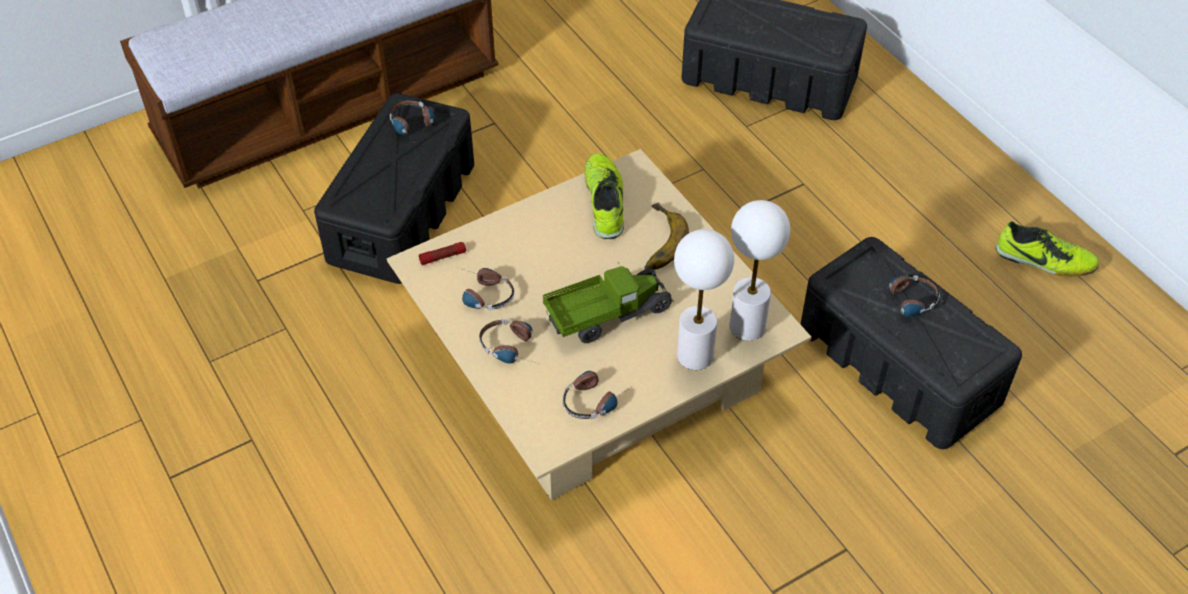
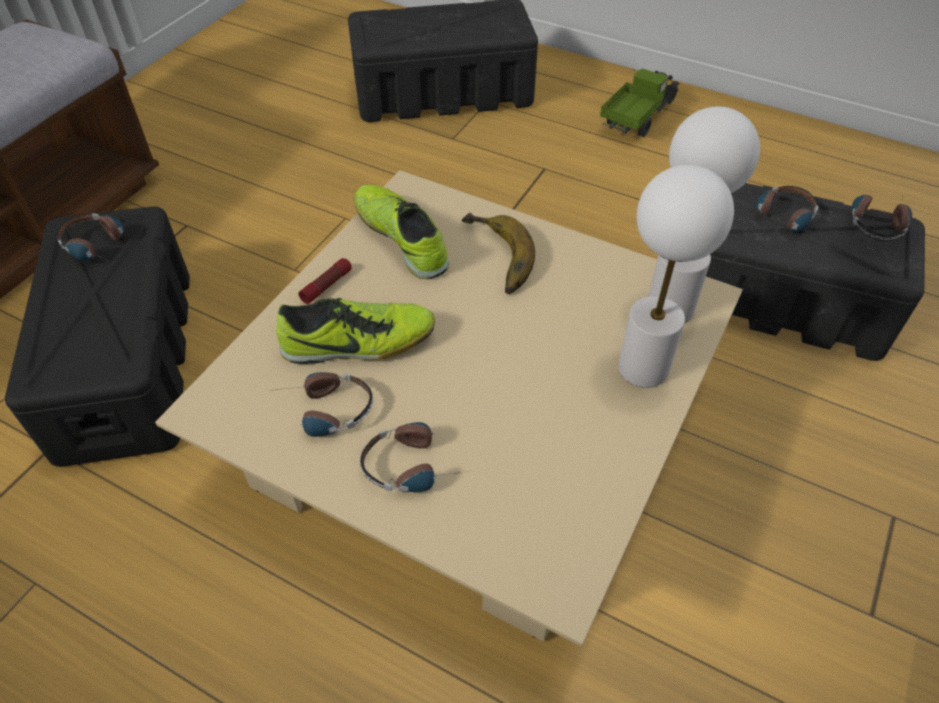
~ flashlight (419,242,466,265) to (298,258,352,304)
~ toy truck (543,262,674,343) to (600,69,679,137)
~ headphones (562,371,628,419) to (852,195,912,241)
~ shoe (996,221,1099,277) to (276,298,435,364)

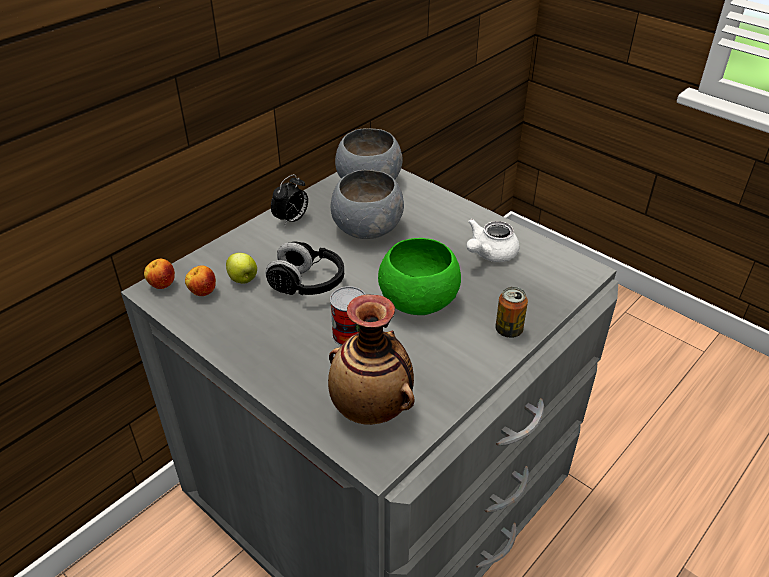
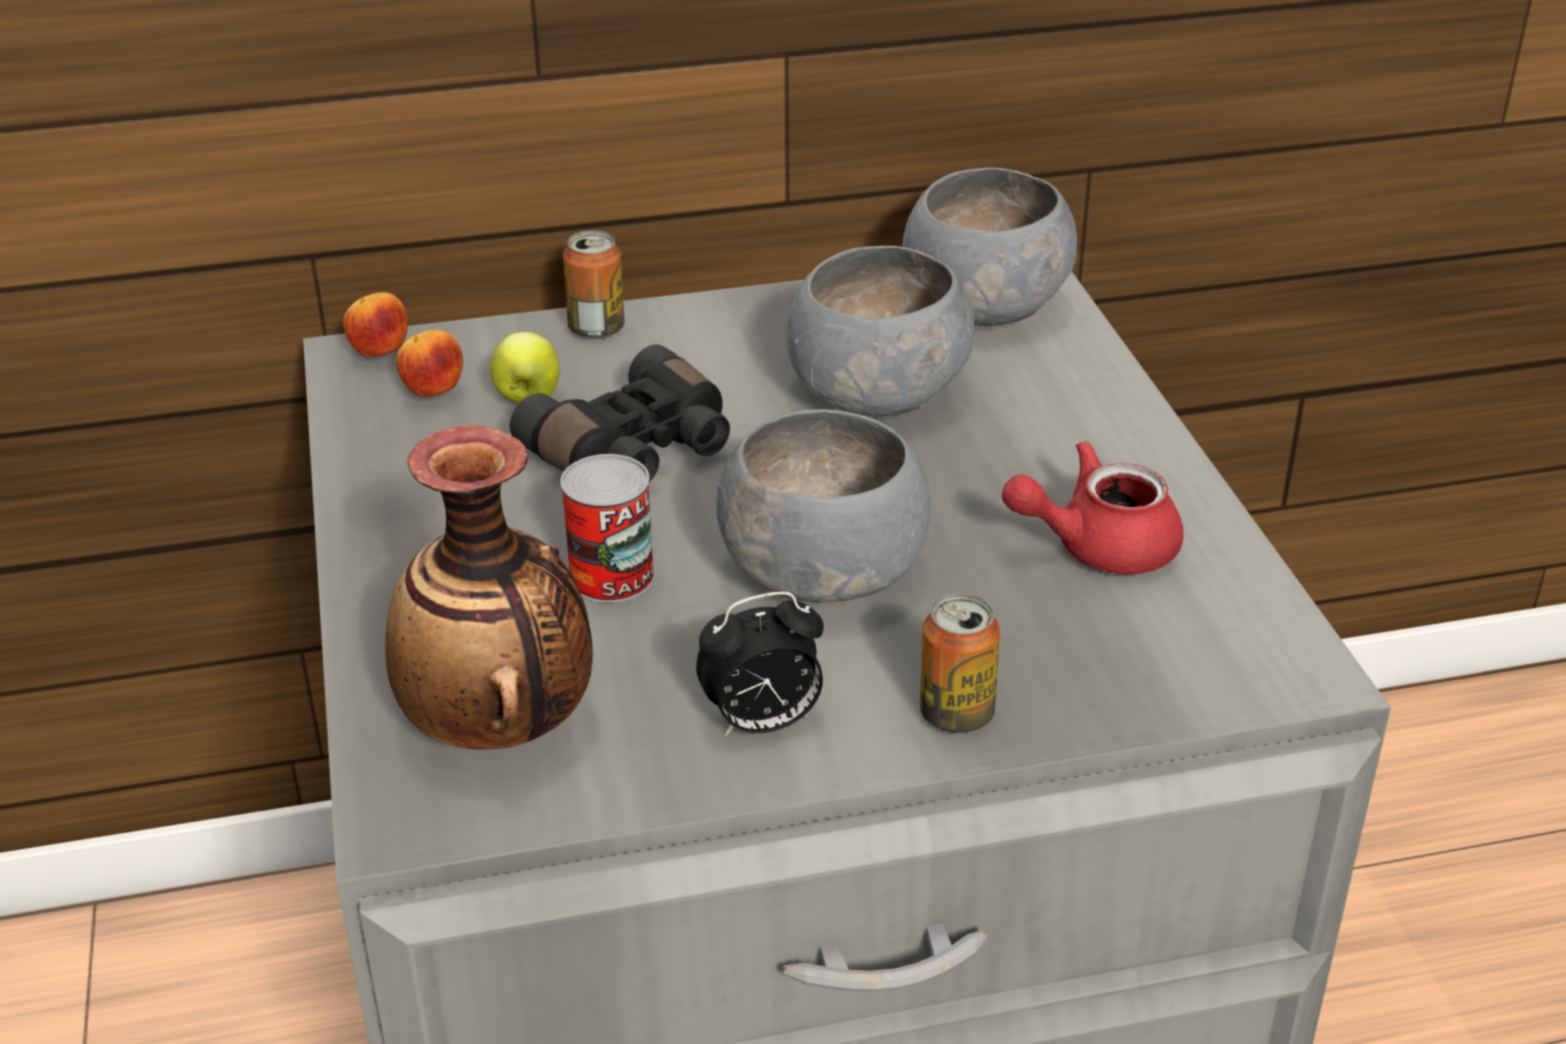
+ can (563,230,625,340)
~ alarm clock (271,174,308,227) to (696,592,824,736)
~ black headphones (265,241,344,295) to black binoculars (510,345,730,482)
~ green bowl (378,238,461,315) to grey bowl (716,409,930,603)
~ white teapot (466,219,519,262) to red teapot (1002,441,1183,574)

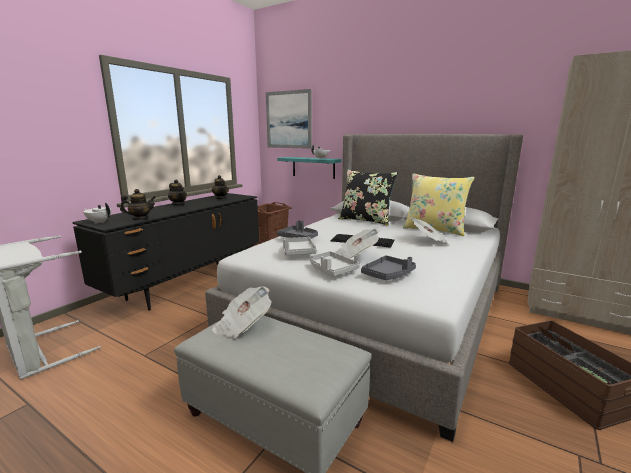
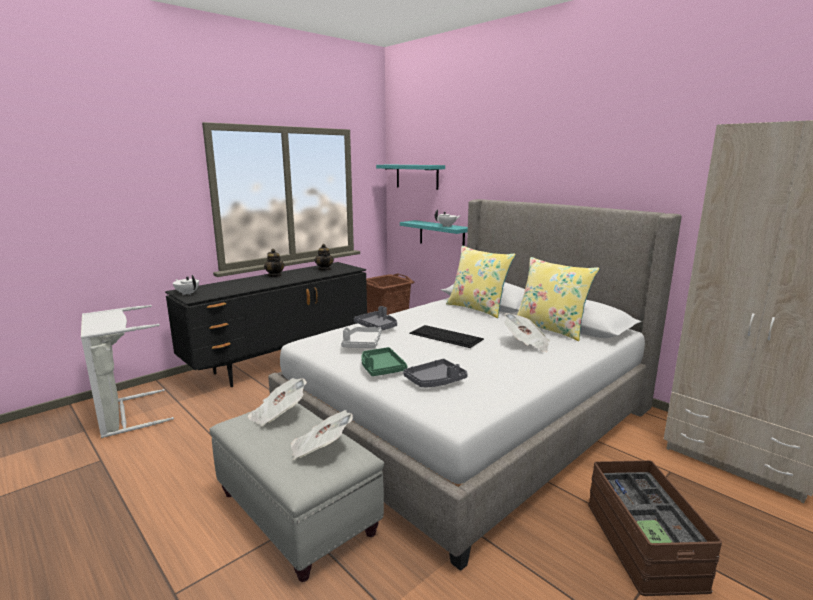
- teapot (120,189,156,220)
~ newspaper (334,229,380,258) to (291,410,353,460)
~ picture (266,89,312,149) to turquoise shelf (376,165,445,190)
~ grey tray (310,251,360,276) to green tray (361,347,407,376)
~ black pillow (338,170,398,226) to yellow pillow (446,246,516,318)

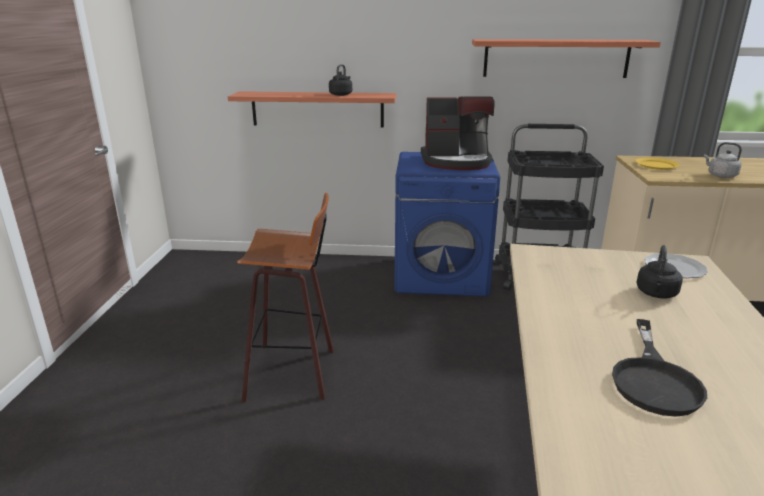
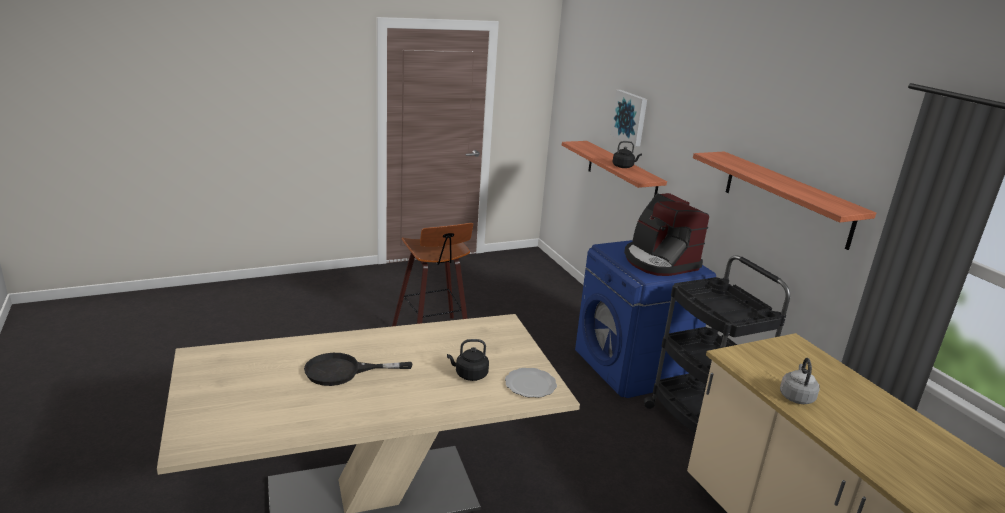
- yellow plate (635,157,679,170)
+ picture (610,90,647,146)

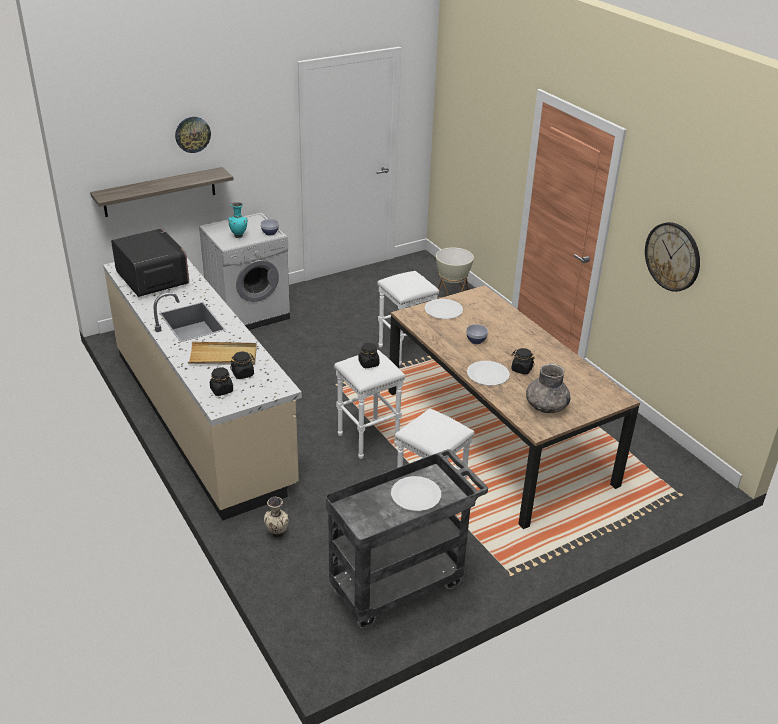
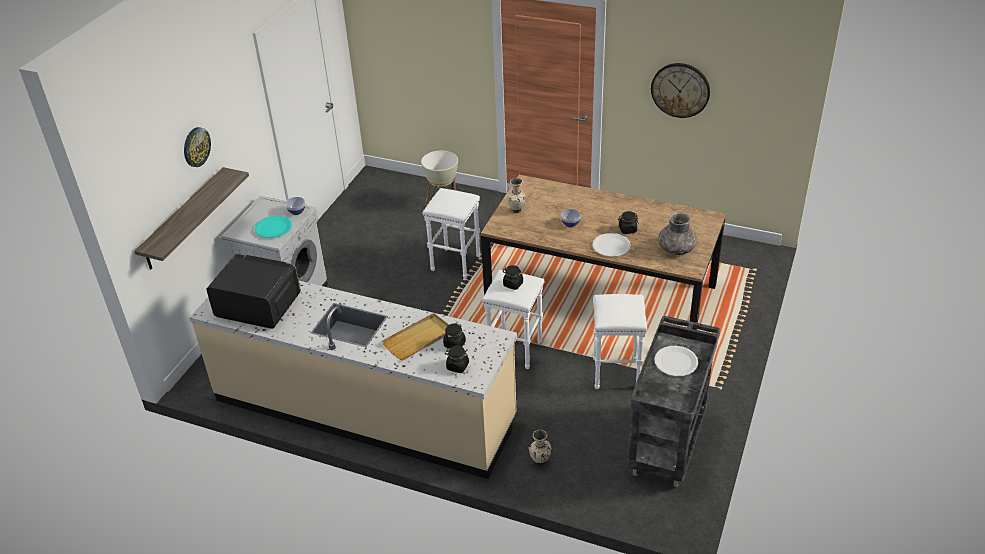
~ turquoise vase (228,202,248,238) to turquoise plate (255,216,292,238)
~ white plate (425,299,463,319) to beige vase (507,178,526,213)

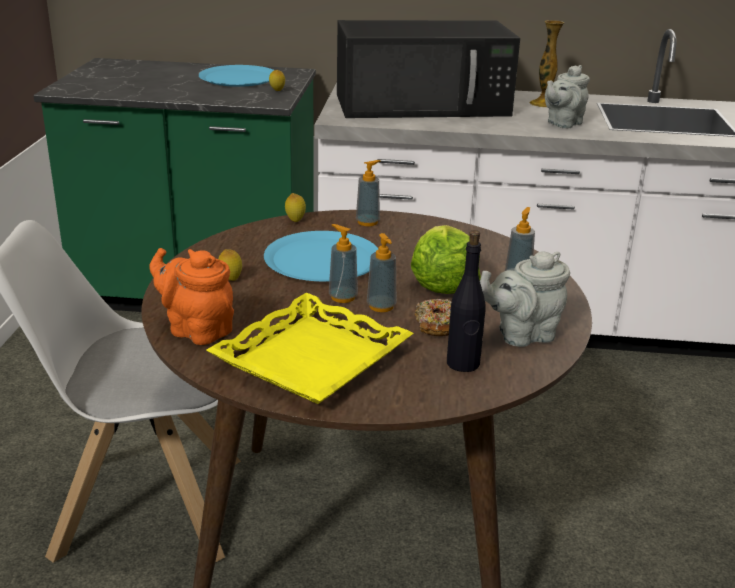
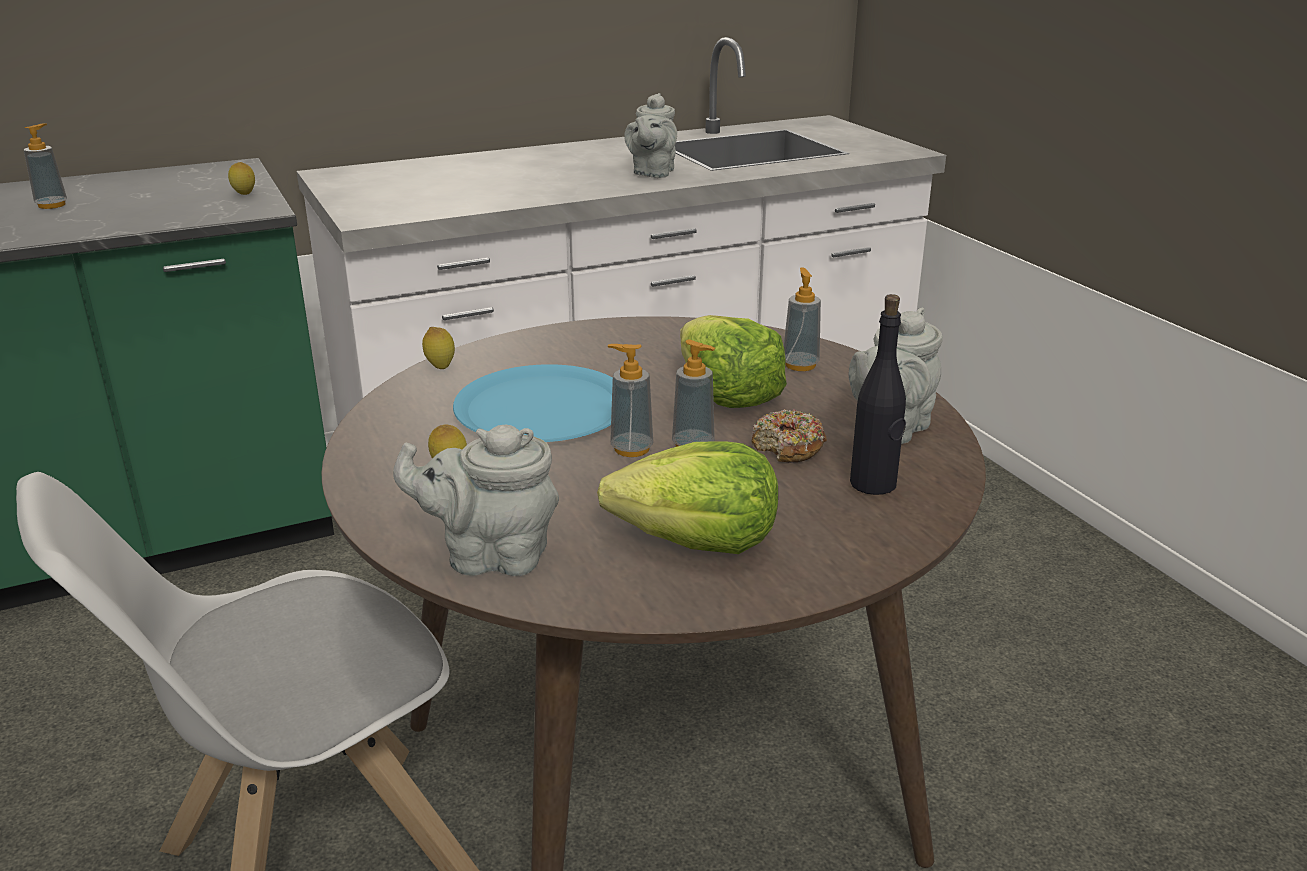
- blue plate (199,65,274,87)
- black microwave (337,20,520,118)
- vase (530,20,564,108)
~ soap dispenser (356,160,380,226) to (24,123,67,209)
~ yellow tray (206,293,414,404) to lettuce (597,441,778,554)
~ orange teapot (149,248,234,345) to grey teapot (393,424,559,576)

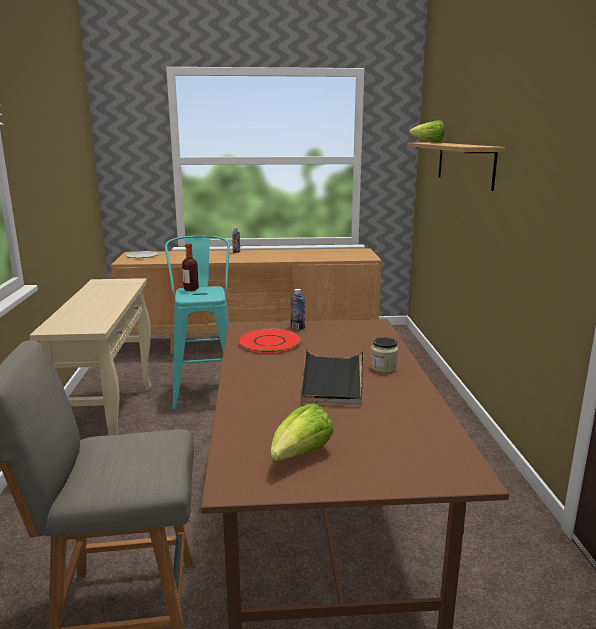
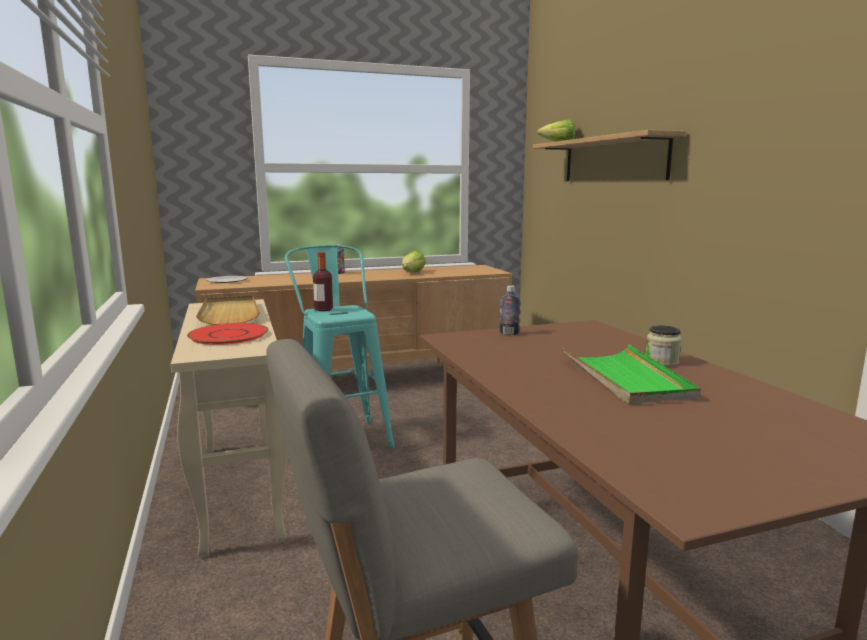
+ beige tray (196,295,260,325)
~ red plate (238,329,301,353) to (187,323,268,345)
~ lettuce (271,403,334,461) to (402,251,426,272)
~ black tray (301,348,364,405) to green tray (562,344,701,404)

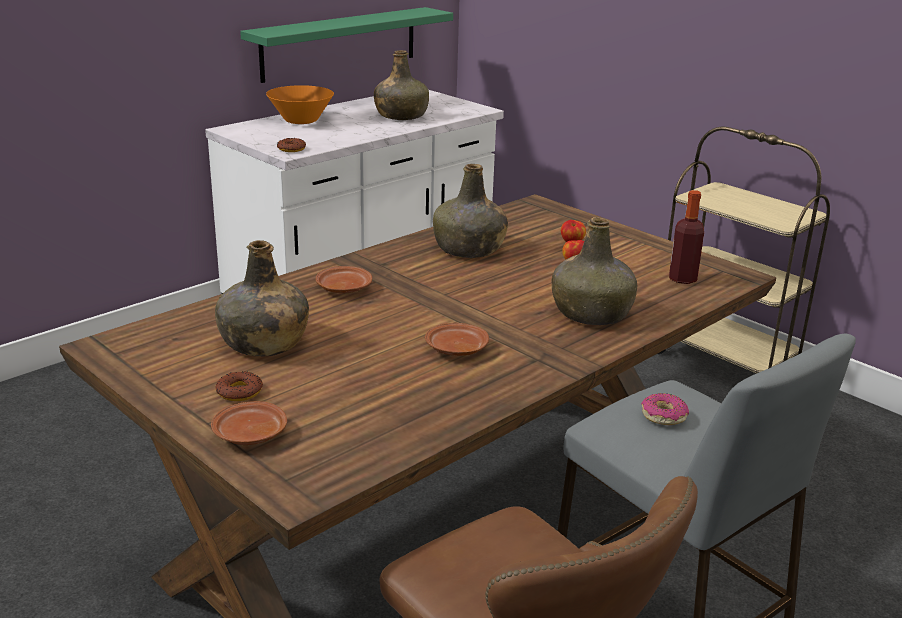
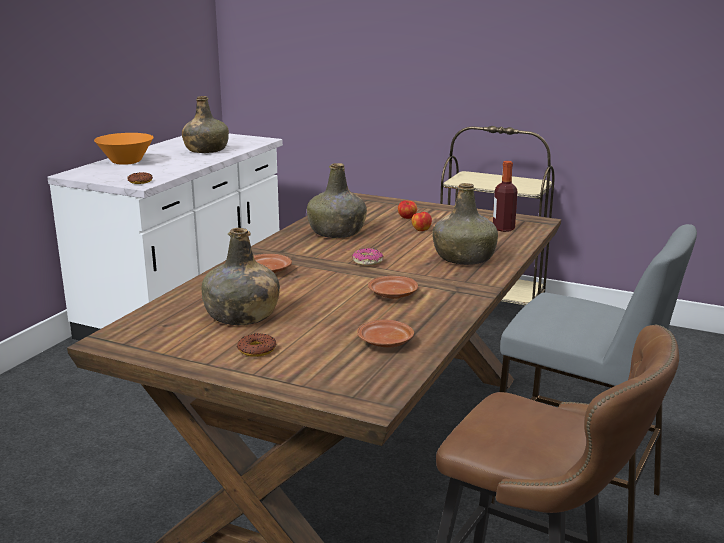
- green shelf (240,7,453,83)
~ brown plate (211,401,287,445) to (357,319,414,348)
~ donut (641,393,689,425) to (352,248,383,266)

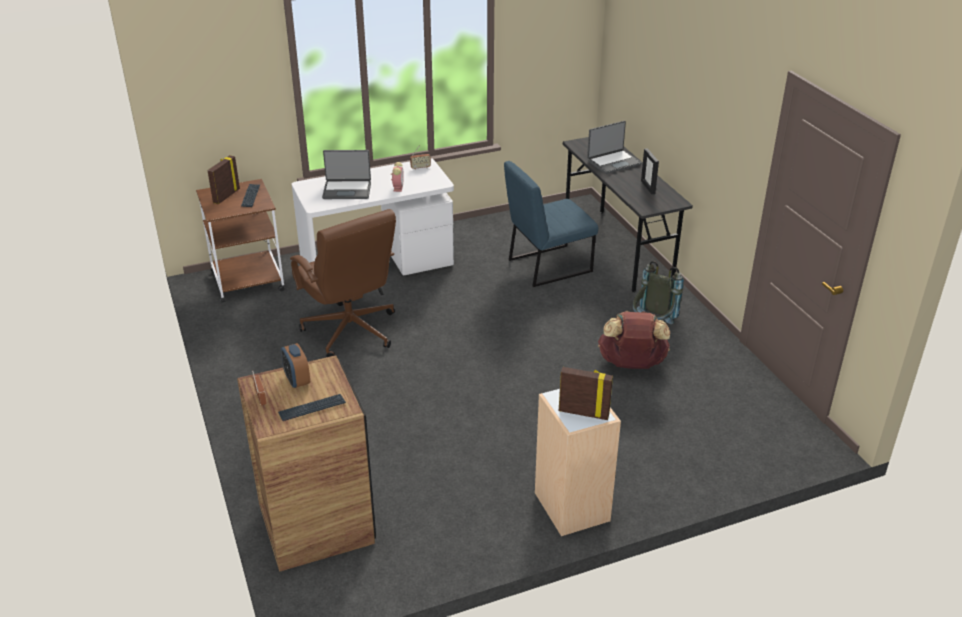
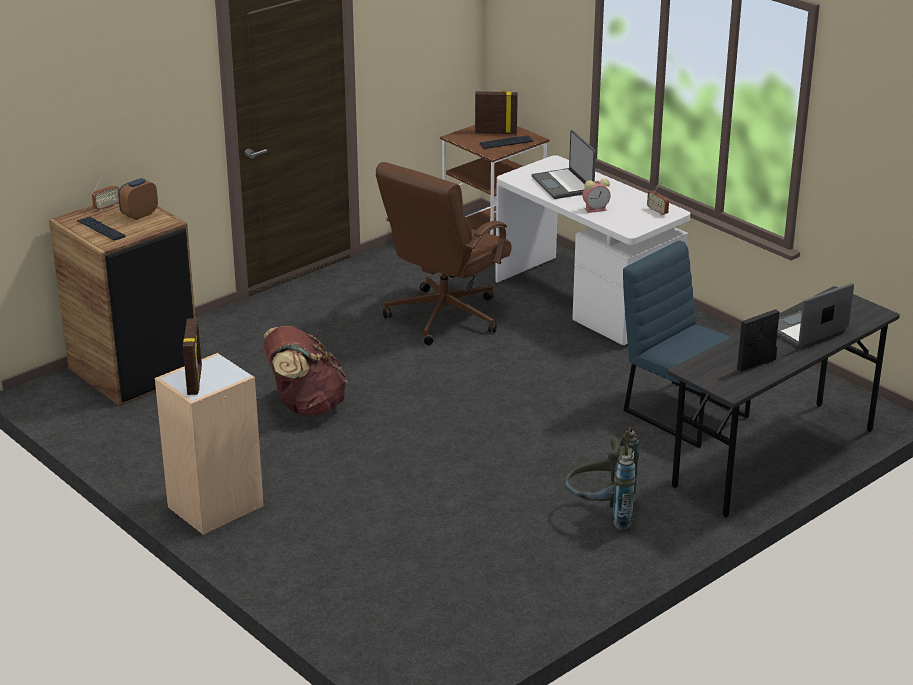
~ brown backpack (598,311,670,369) to (263,326,347,416)
~ laptop (587,121,642,174) = (777,283,854,347) 105 degrees clockwise

